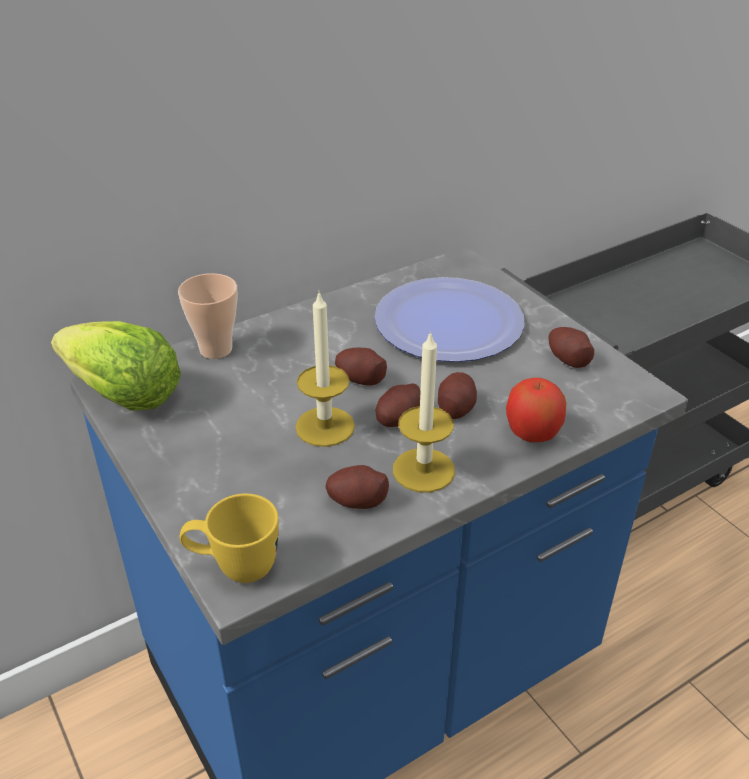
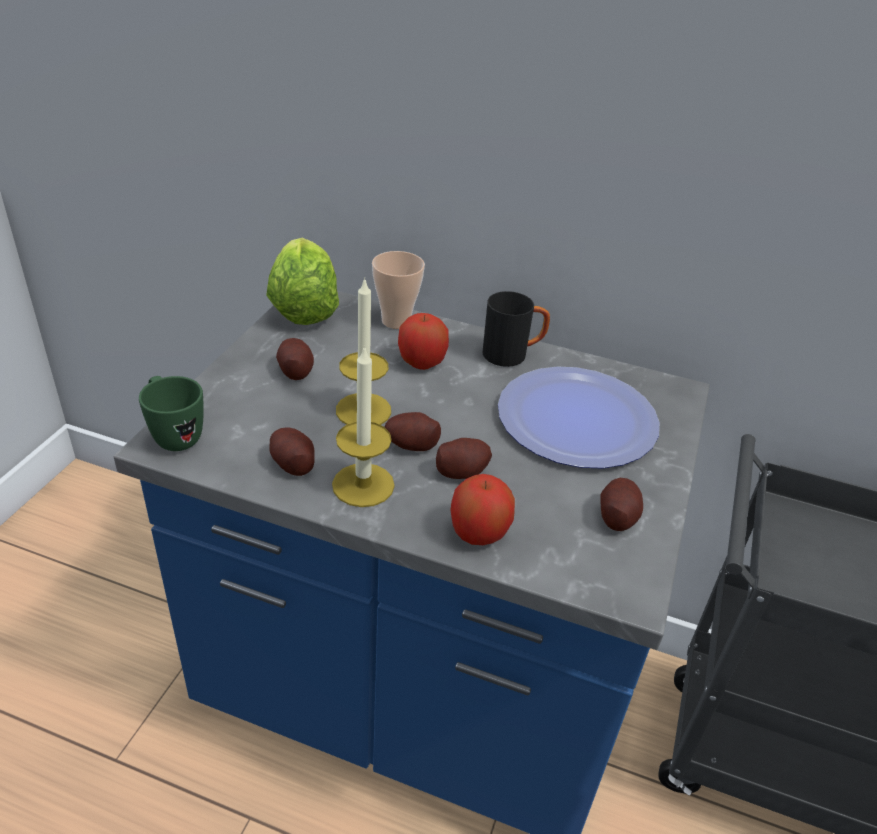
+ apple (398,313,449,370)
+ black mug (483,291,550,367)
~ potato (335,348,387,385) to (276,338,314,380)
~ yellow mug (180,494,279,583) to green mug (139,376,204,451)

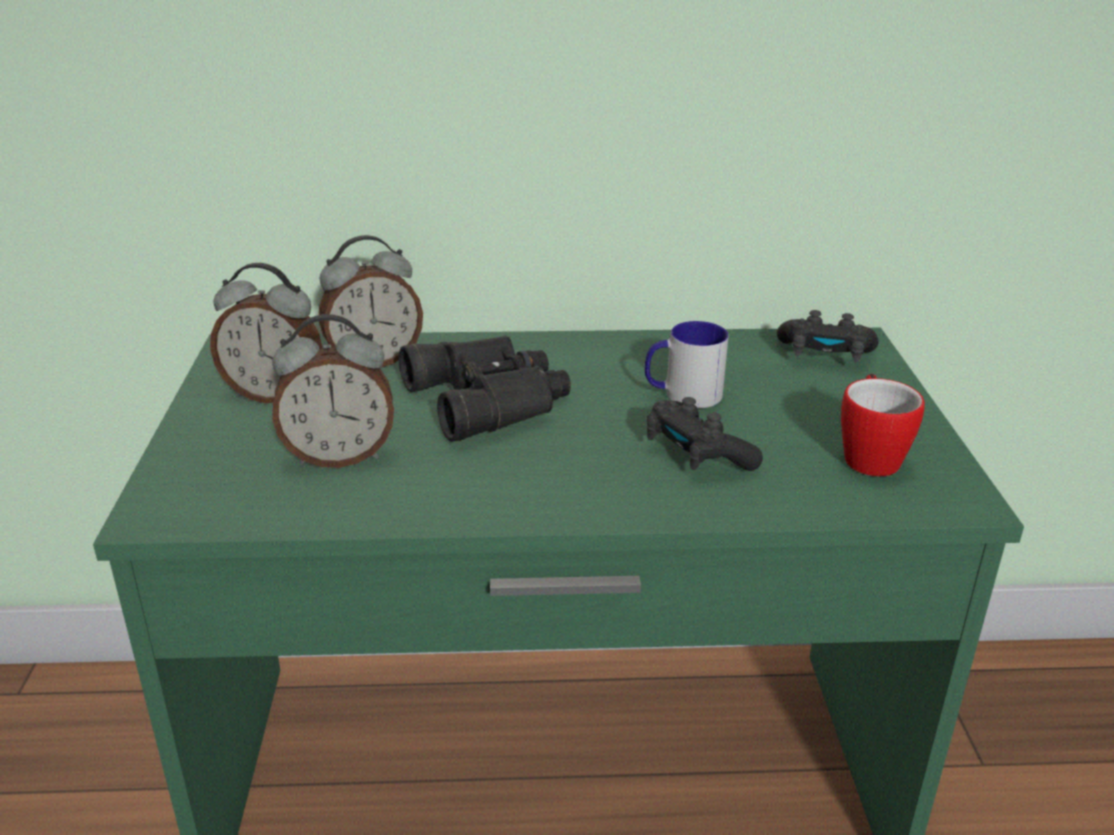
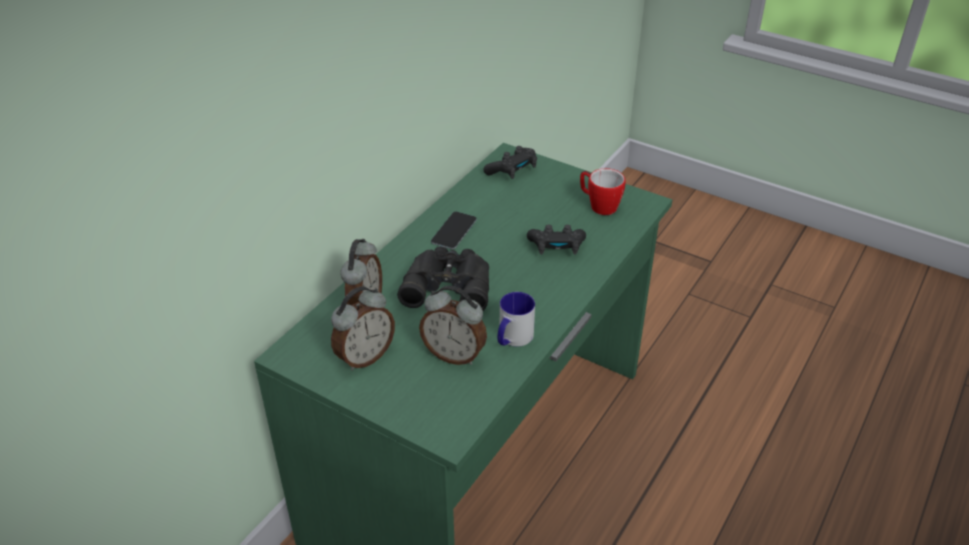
+ phone (431,212,477,249)
~ mug (645,321,729,408) to (498,292,535,347)
~ alarm clock (272,314,394,468) = (419,286,487,365) 90 degrees clockwise

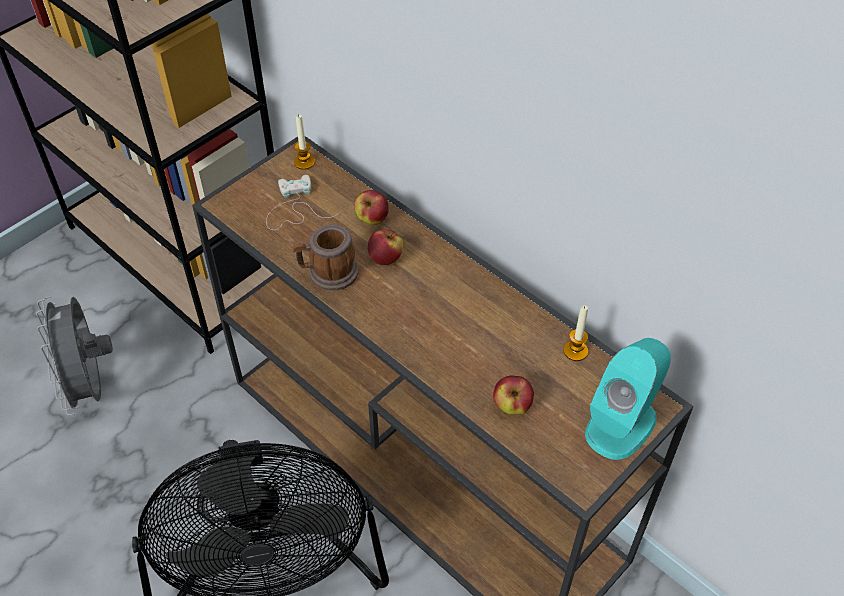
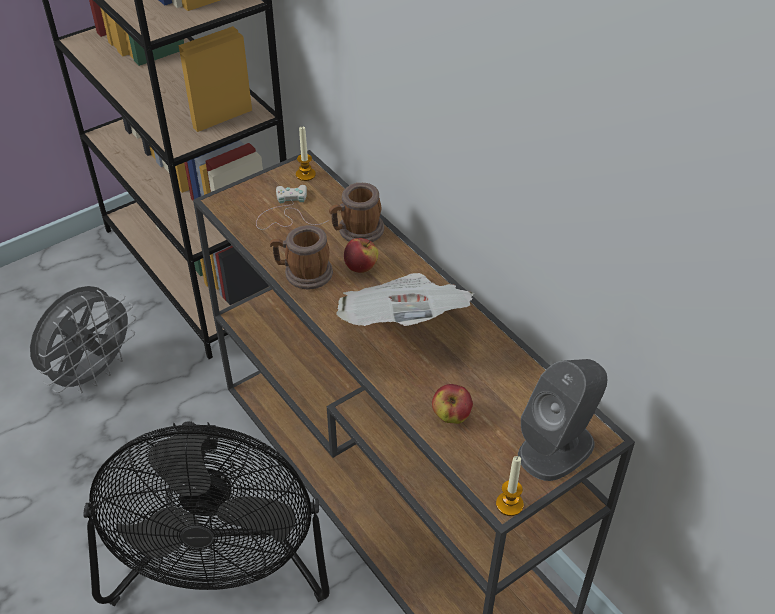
+ newspaper (336,273,474,326)
~ candle (563,306,588,361) to (496,456,524,516)
~ apple (354,190,389,225) to mug (329,183,384,242)
~ turquoise speaker (585,338,671,460) to grey speaker (518,359,607,481)
~ grey fan (36,296,113,415) = (30,286,136,393) 135 degrees counterclockwise

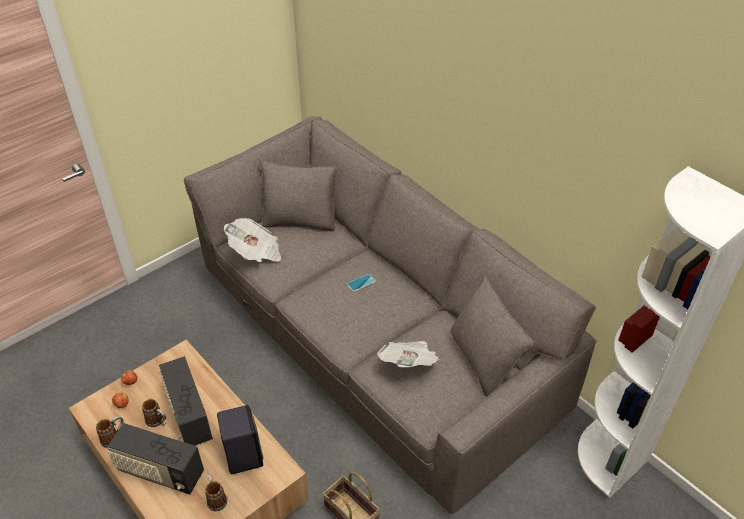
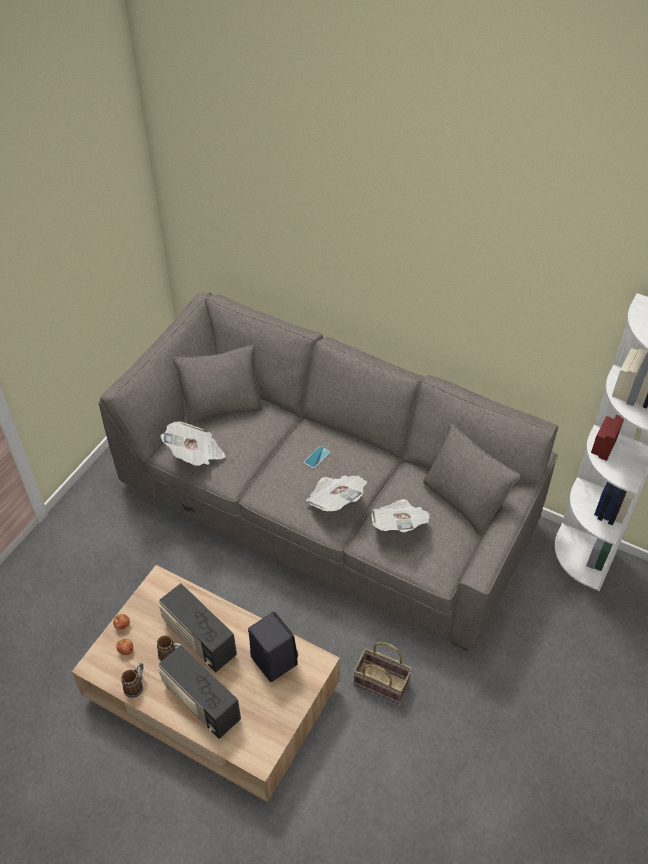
- mug (205,474,227,511)
+ newspaper (306,475,367,511)
~ radio (107,423,204,494) = (158,645,241,739) 45 degrees clockwise

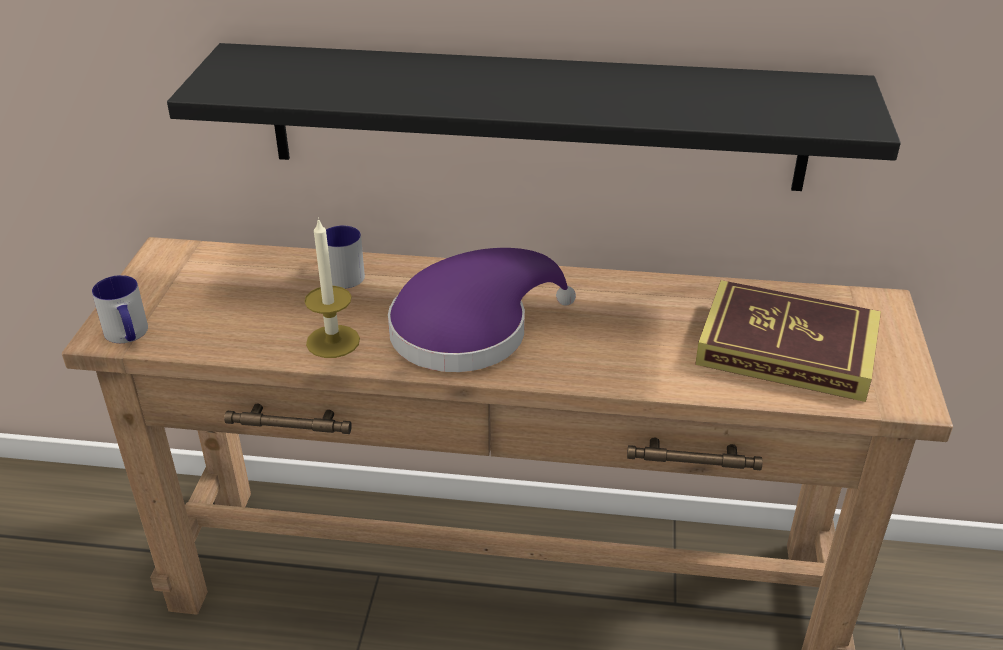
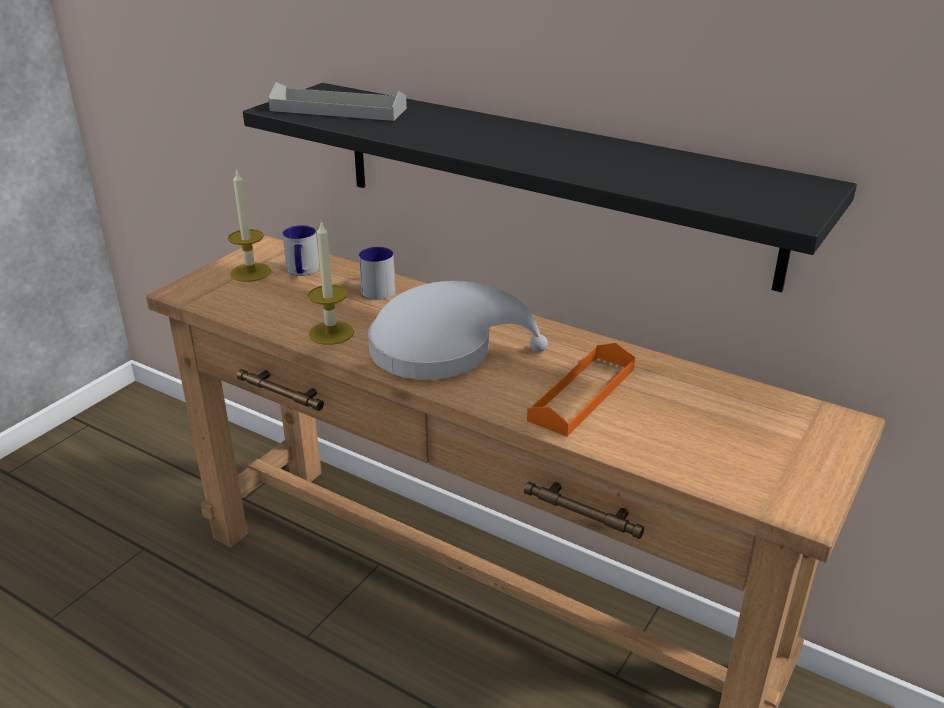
- book (695,280,881,402)
+ candle (228,169,271,282)
+ grey tray (268,82,407,121)
+ orange tray (527,343,635,437)
~ mug (92,275,148,343) to (283,225,319,276)
~ purple hat (388,248,576,372) to white hat (368,281,548,380)

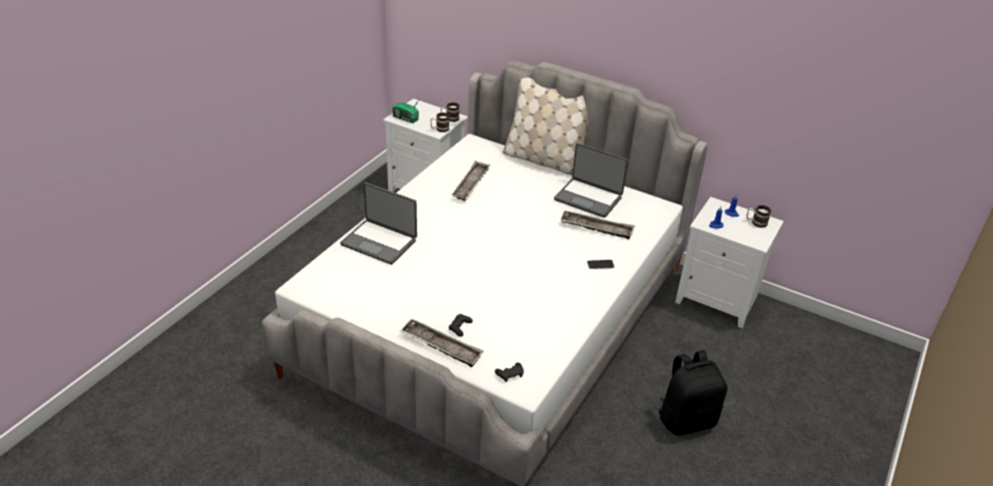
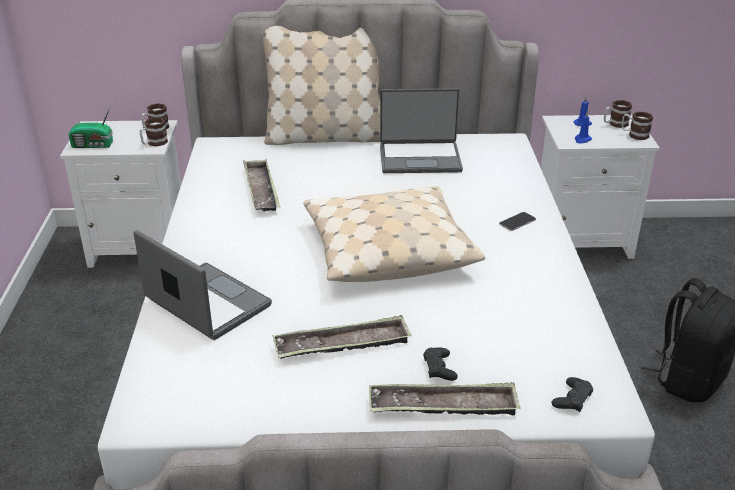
+ beige pillow (303,186,485,282)
+ mug (622,112,653,140)
~ tray (560,211,635,239) to (273,315,412,359)
~ laptop (340,183,417,265) = (133,230,272,340) 135 degrees counterclockwise

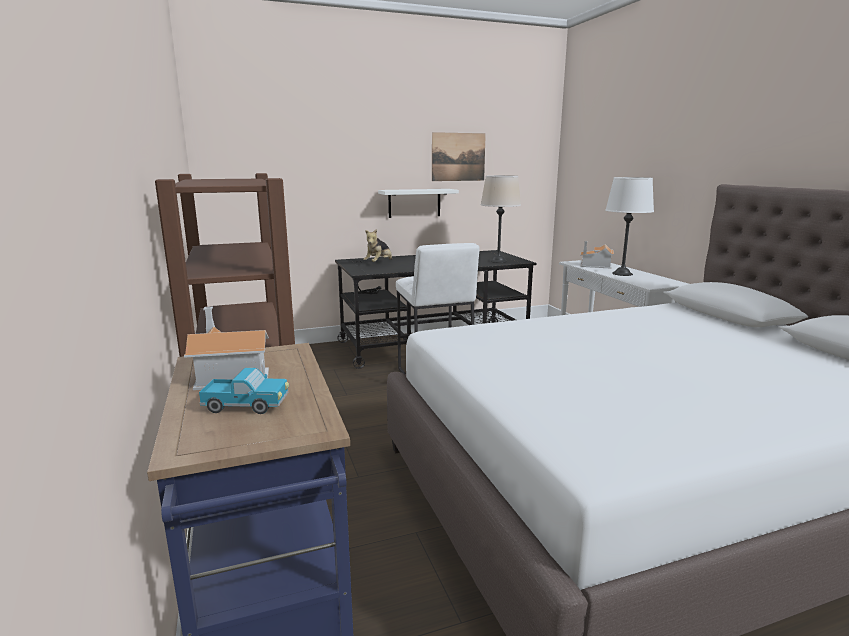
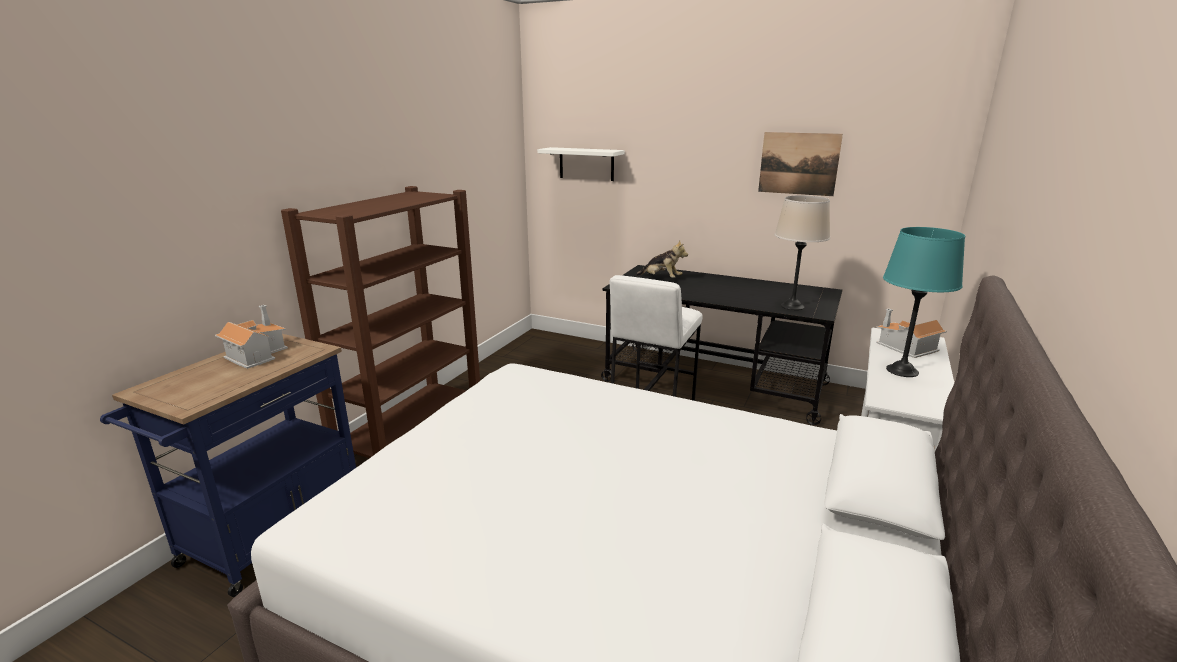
- toy truck (199,368,289,414)
~ white shelf (378,189,459,218) to (537,147,625,181)
~ white table lamp (606,177,654,276) to turquoise table lamp (883,227,965,377)
~ plush toy (363,229,392,262) = (636,241,688,278) 135 degrees counterclockwise

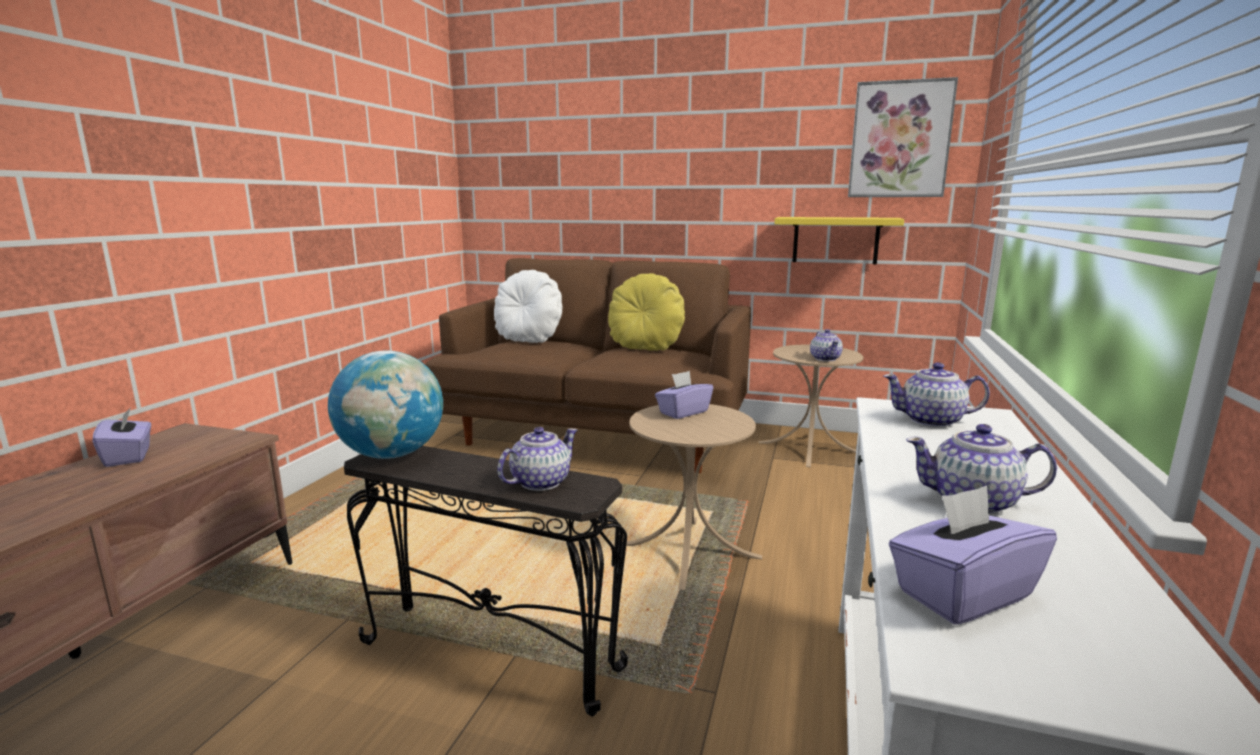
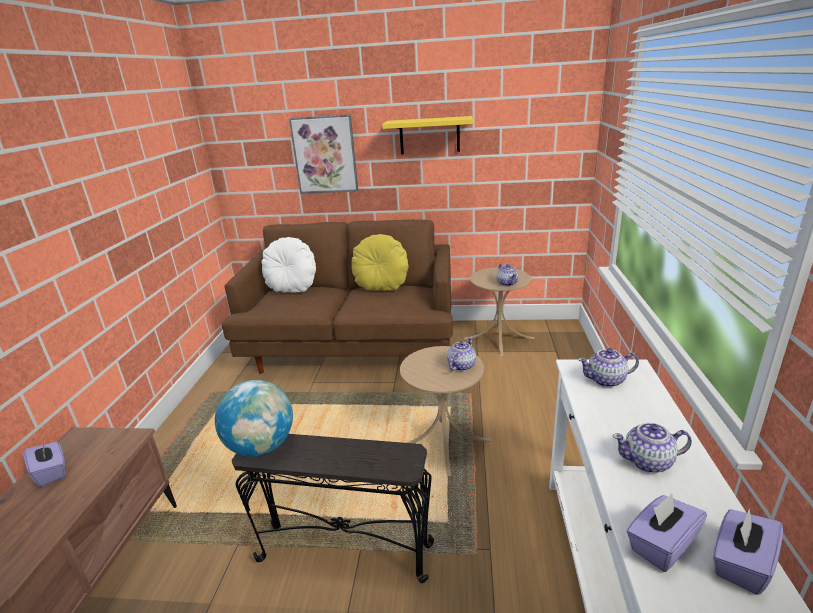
~ teapot (497,427,577,491) to (447,337,476,371)
~ purple tissue box (655,371,713,419) to (713,508,783,595)
~ yellow shelf (774,217,904,264) to (382,116,473,155)
~ picture (848,77,958,197) to (289,115,358,194)

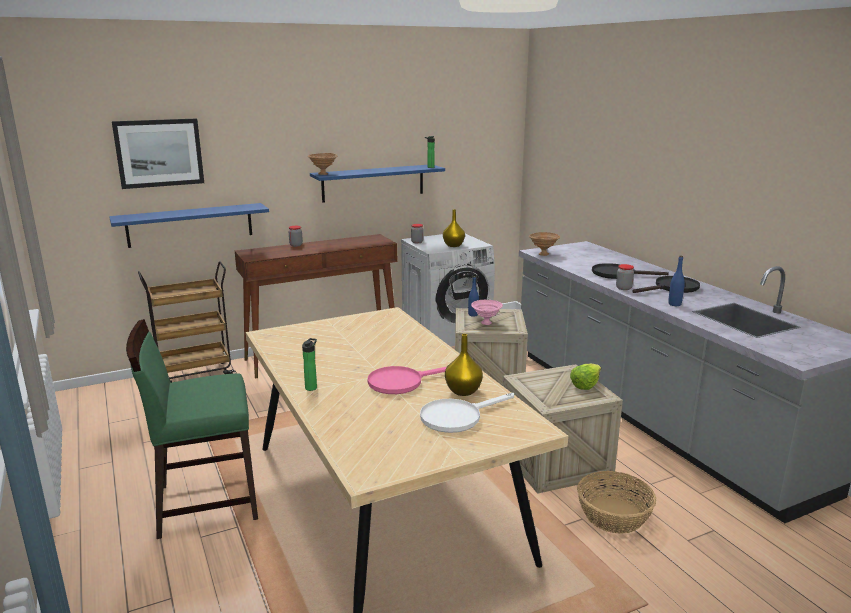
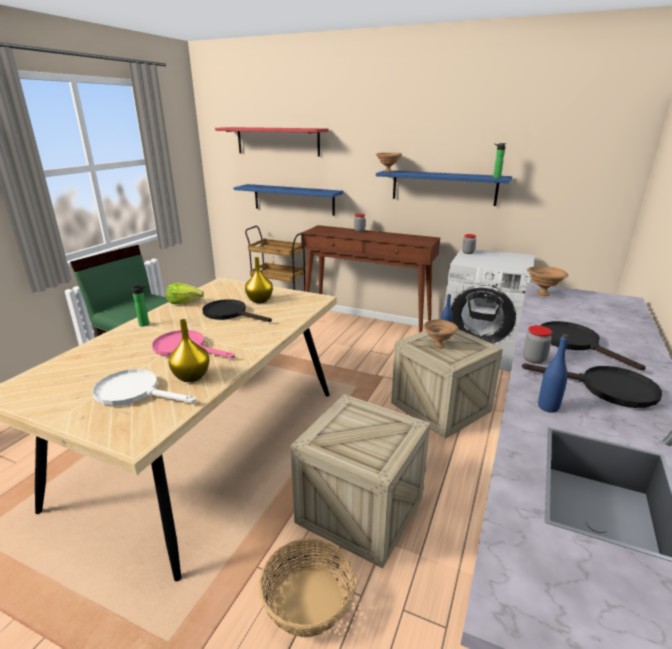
+ black frying pan (202,299,272,322)
~ yellow vase (443,209,465,247) to (245,257,273,303)
~ lettuce (570,363,601,390) to (166,283,204,304)
~ picture (112,118,204,189) to red shelf (215,127,329,157)
~ pink bowl (471,300,503,325) to brown bowl (423,319,458,348)

